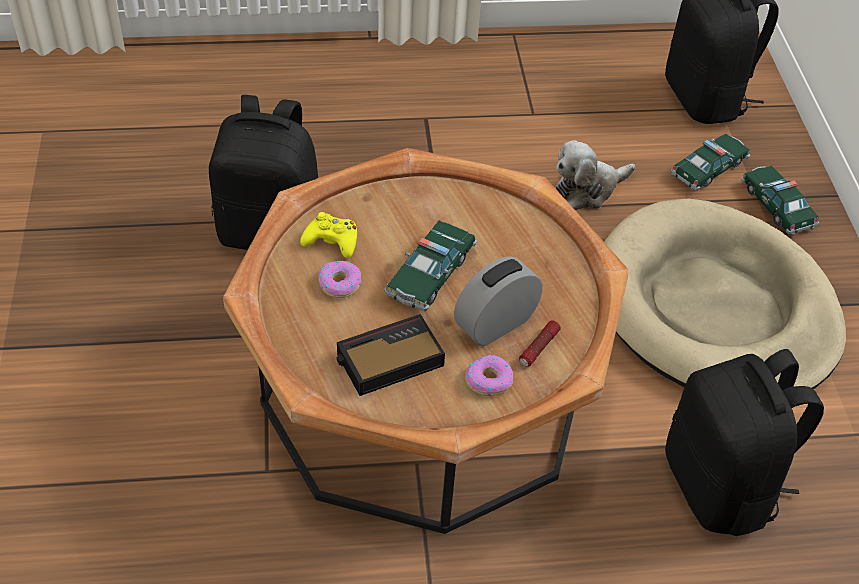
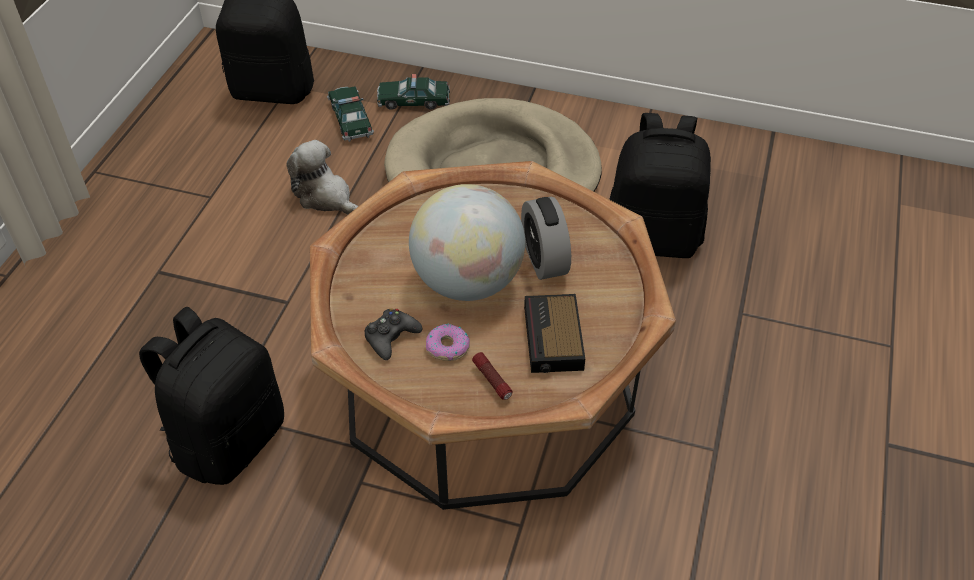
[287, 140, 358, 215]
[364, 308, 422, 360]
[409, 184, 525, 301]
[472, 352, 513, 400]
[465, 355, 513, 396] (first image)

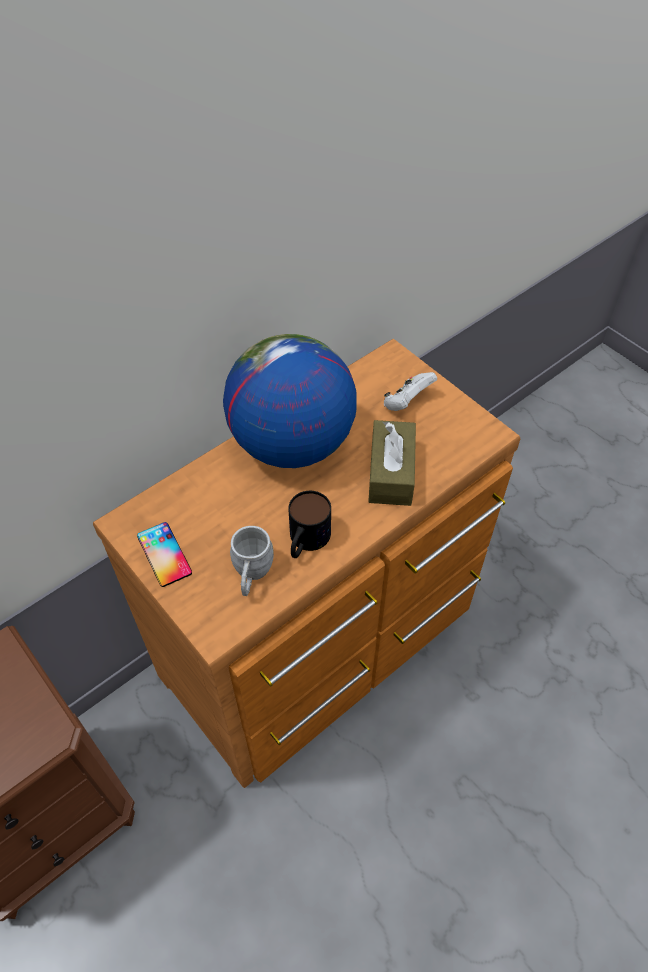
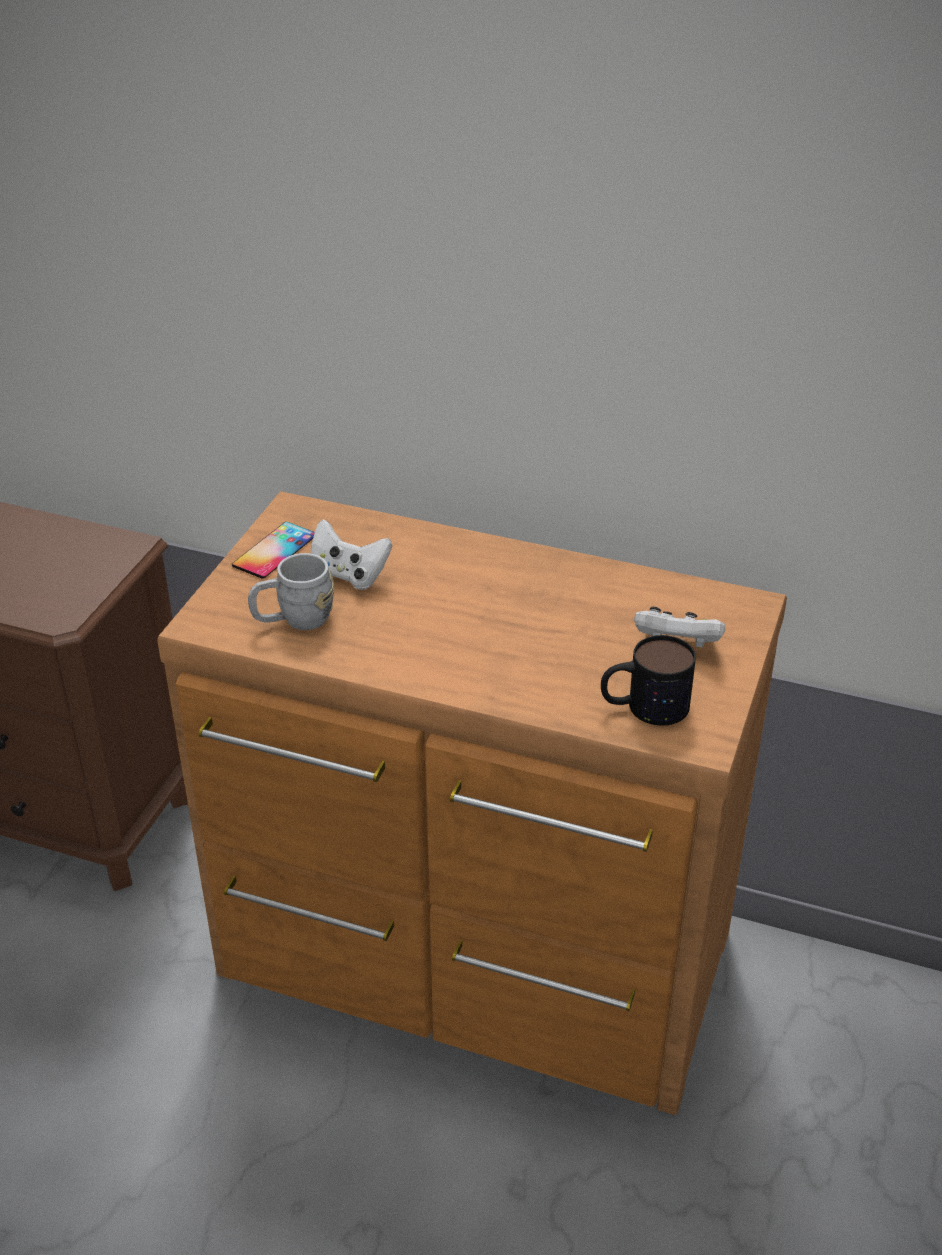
[311, 519, 392, 590]
[601, 635, 696, 726]
[223, 334, 357, 468] (first image)
[368, 420, 416, 506] (first image)

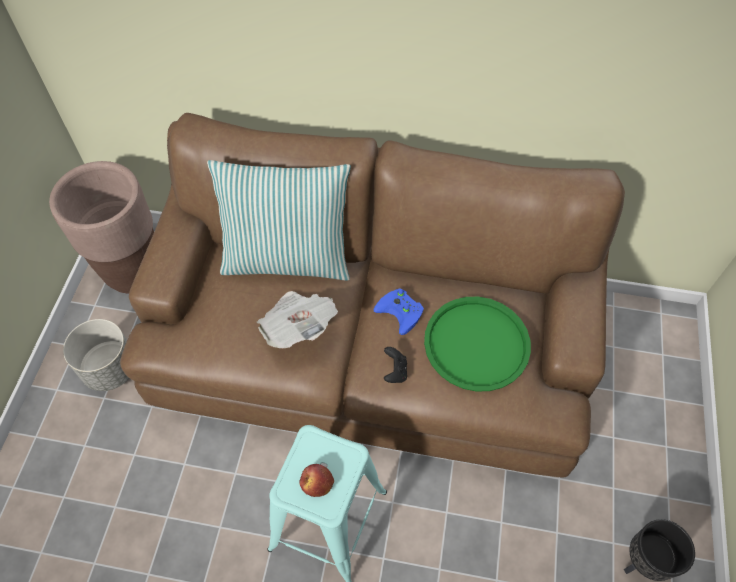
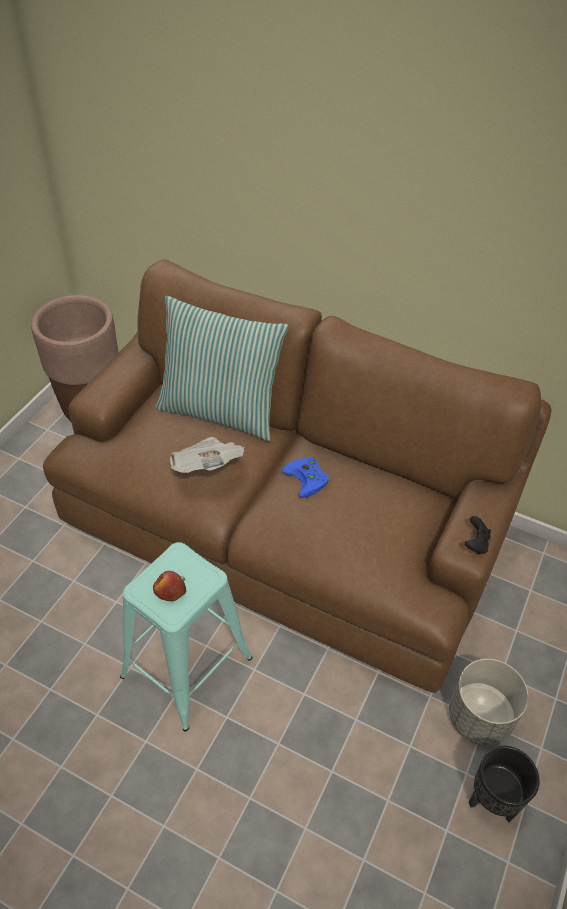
[449, 659, 529, 746]
[465, 516, 491, 554]
[424, 297, 531, 392] (first image)

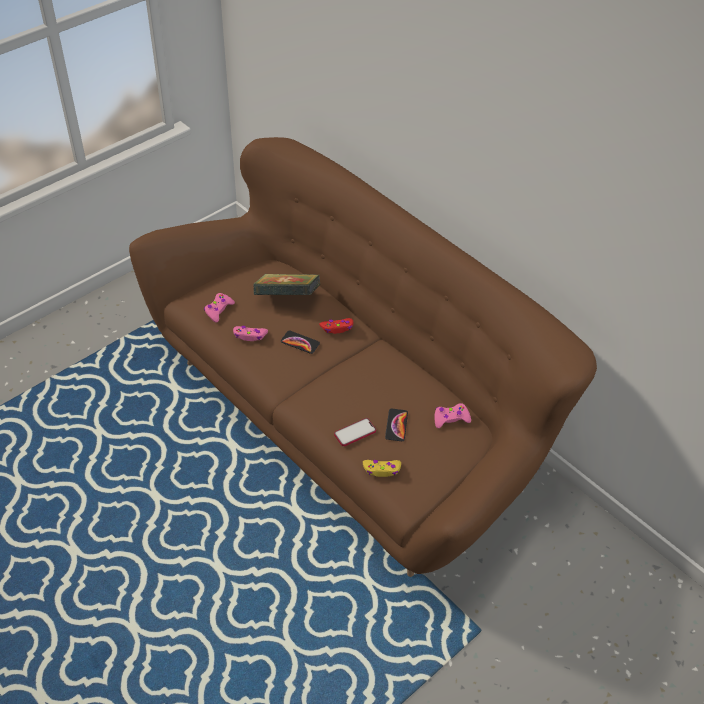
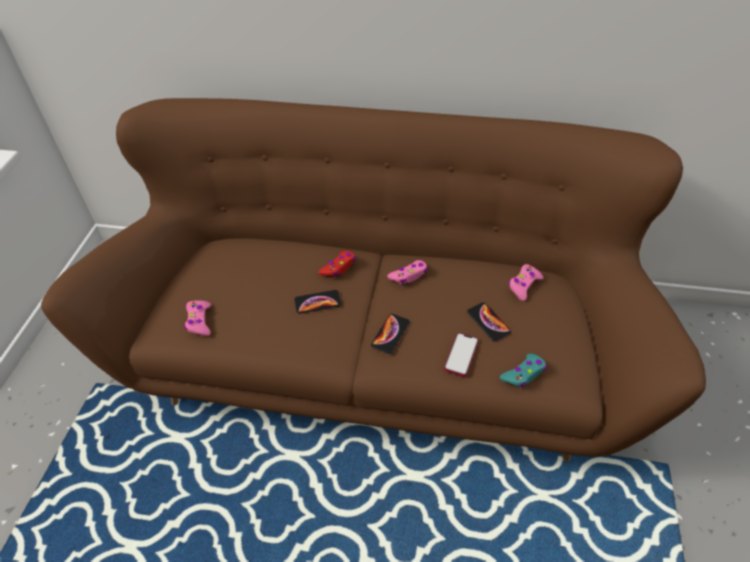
[371, 314, 410, 354]
[387, 260, 428, 284]
[500, 354, 547, 387]
[253, 274, 320, 295] (first image)

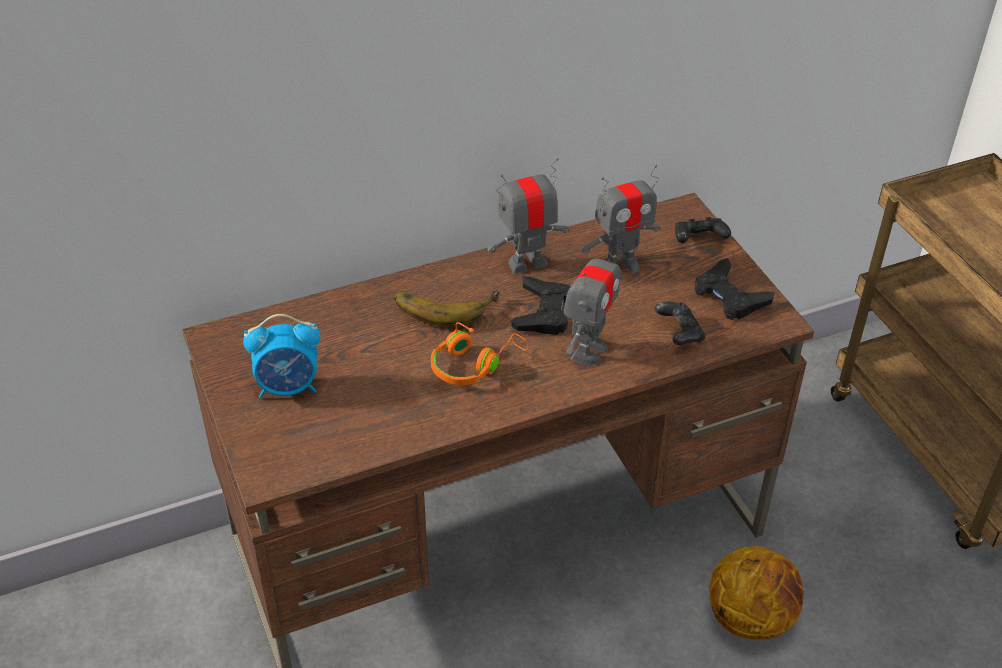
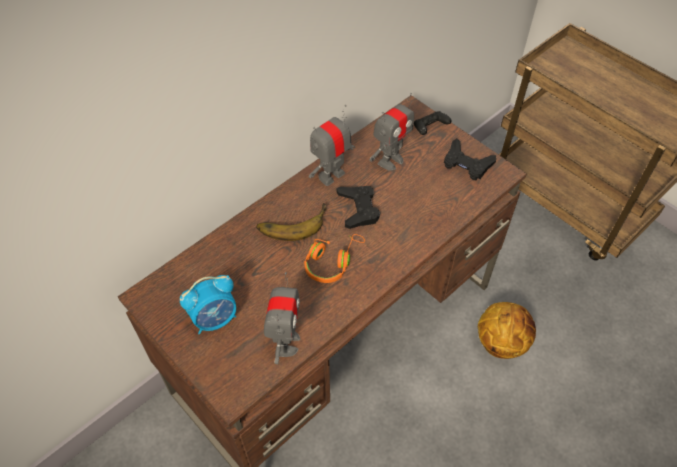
[264, 272, 300, 364]
[654, 302, 706, 345] (first image)

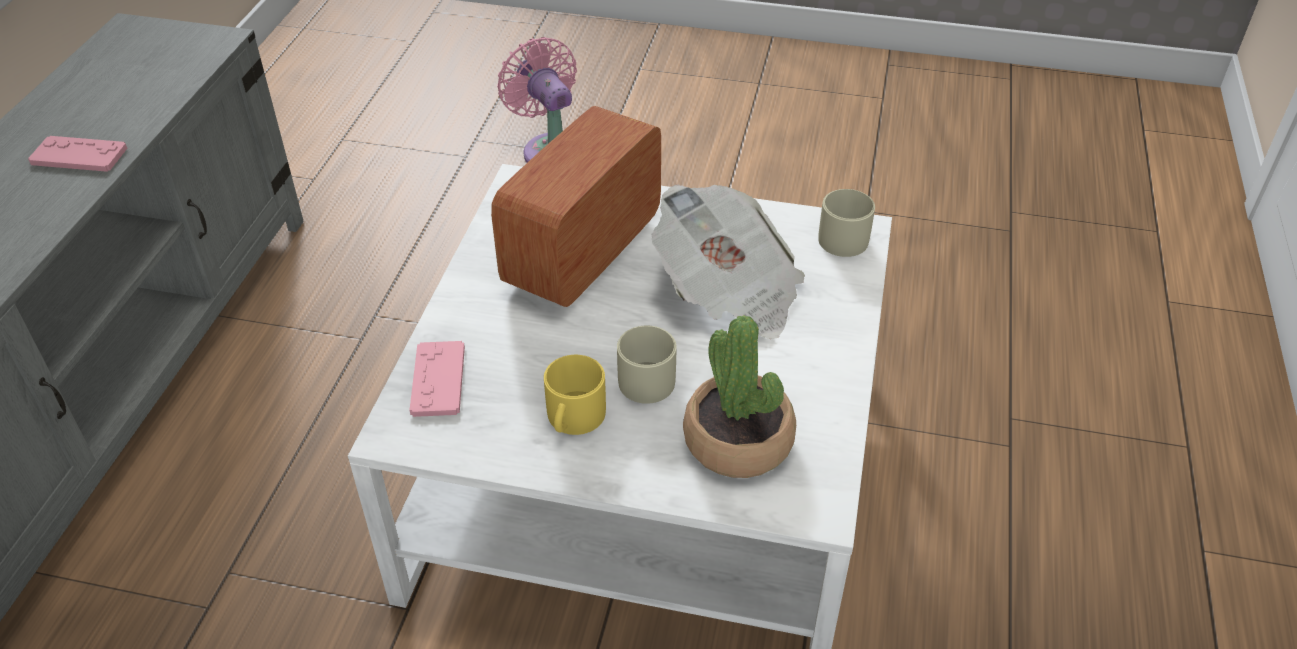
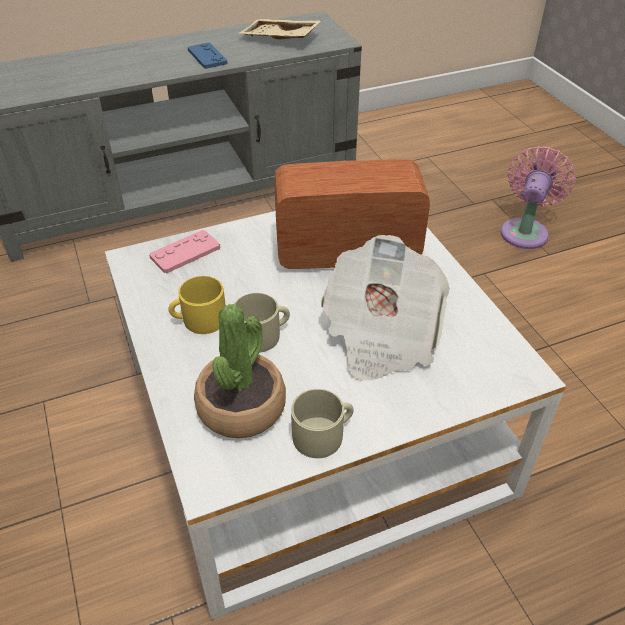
[188, 42, 228, 69]
[239, 19, 321, 39]
[291, 389, 354, 458]

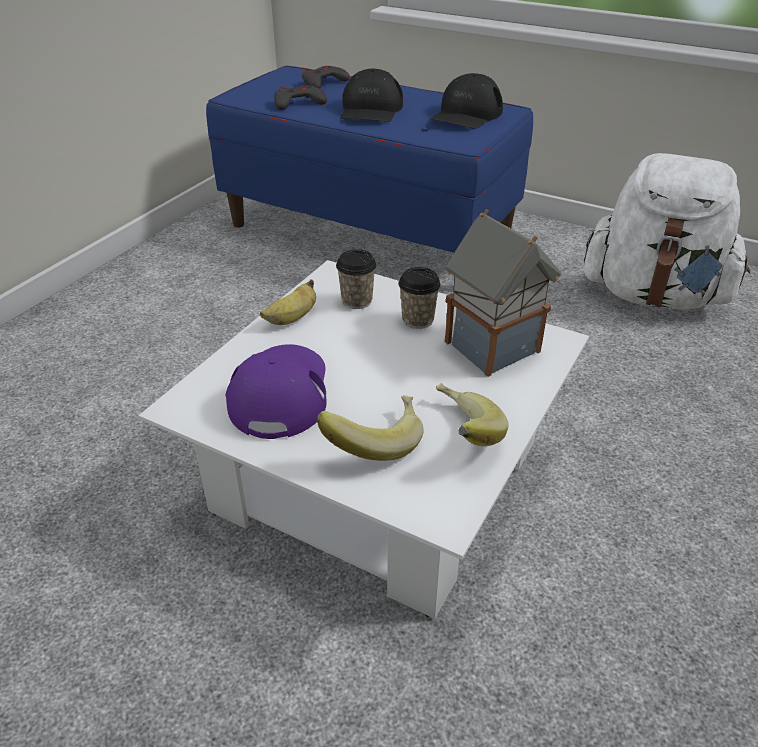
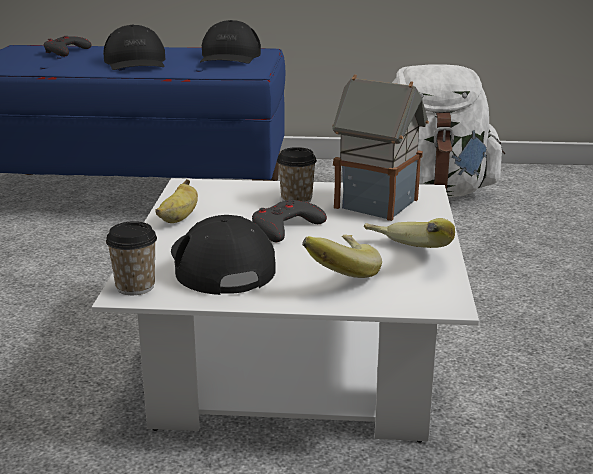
[106, 221, 157, 295]
[171, 215, 276, 295]
[252, 200, 327, 242]

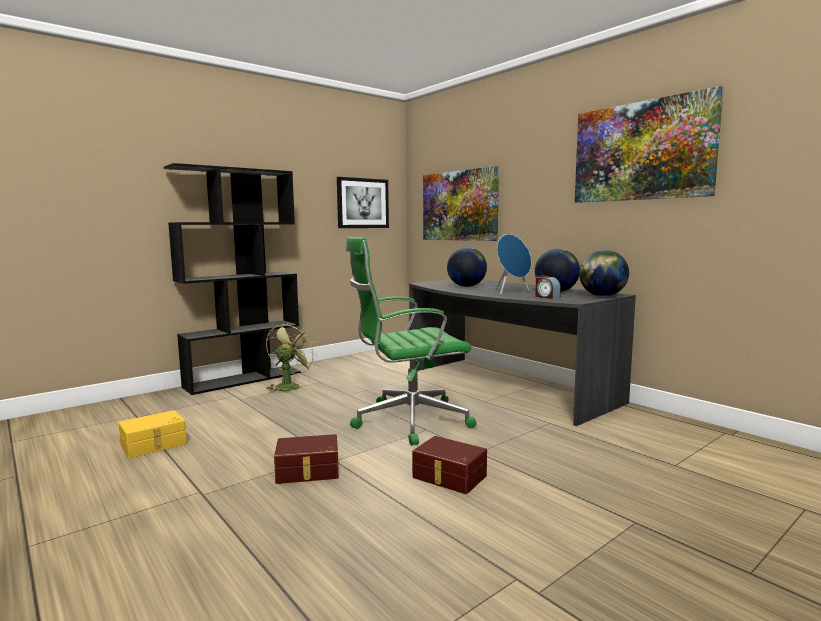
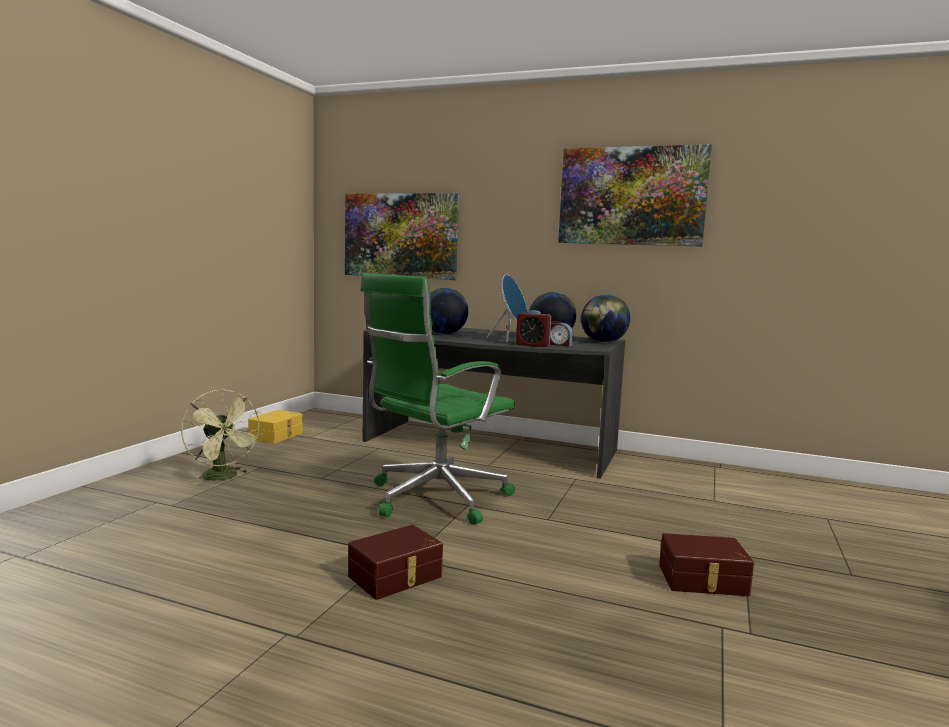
[181, 389, 262, 485]
[248, 410, 303, 444]
[516, 310, 551, 347]
[659, 533, 754, 596]
[164, 163, 301, 395] (first image)
[337, 177, 389, 228] (first image)

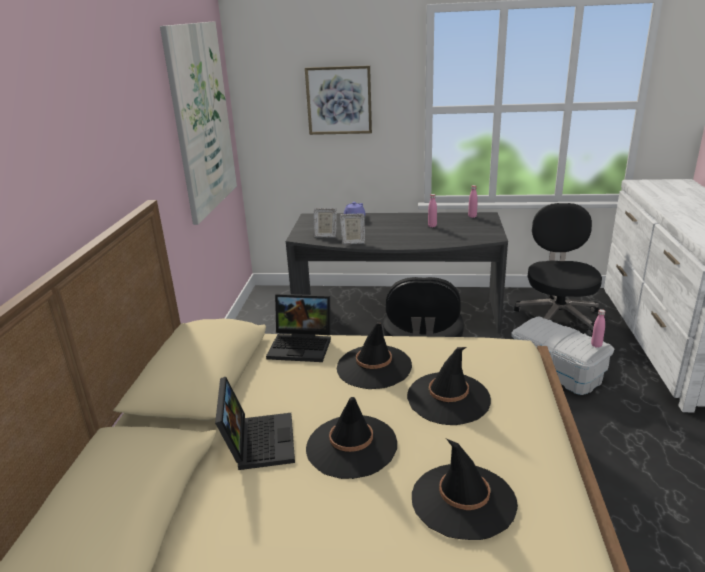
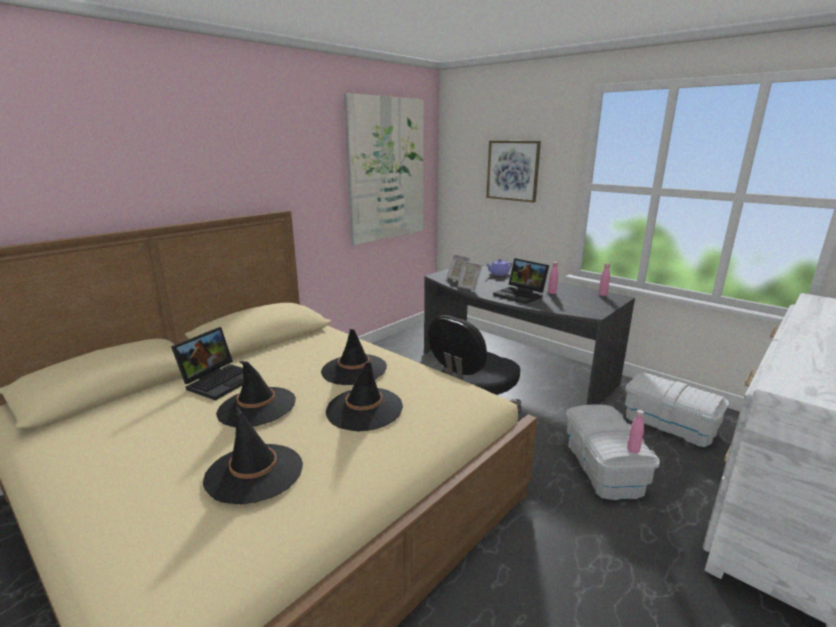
[493, 258, 549, 304]
[625, 372, 729, 447]

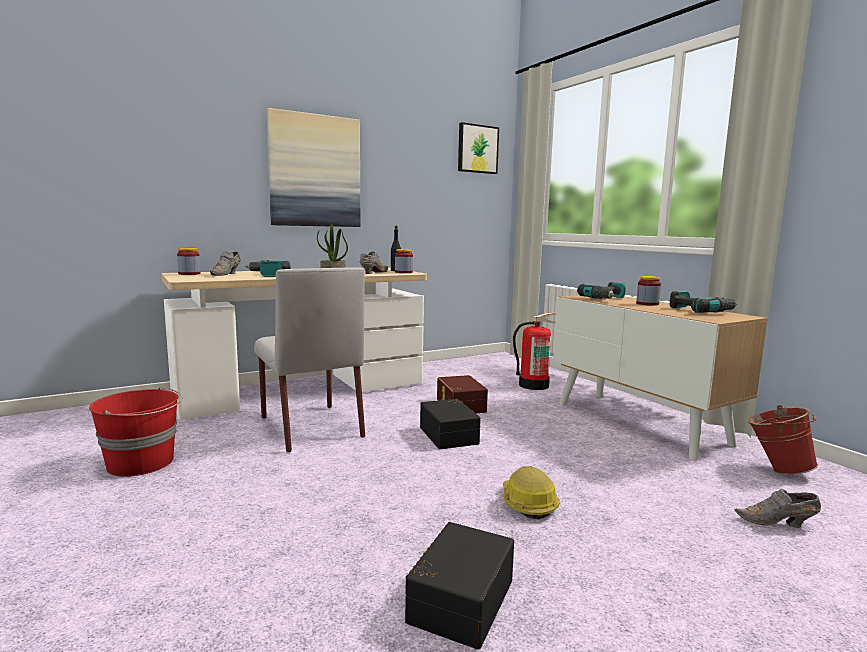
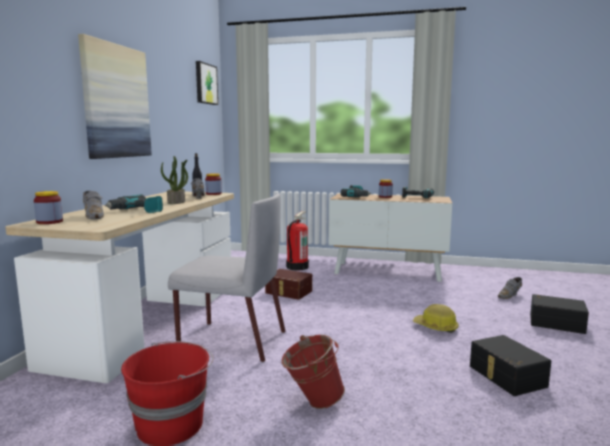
[282, 335, 345, 409]
[530, 294, 589, 334]

